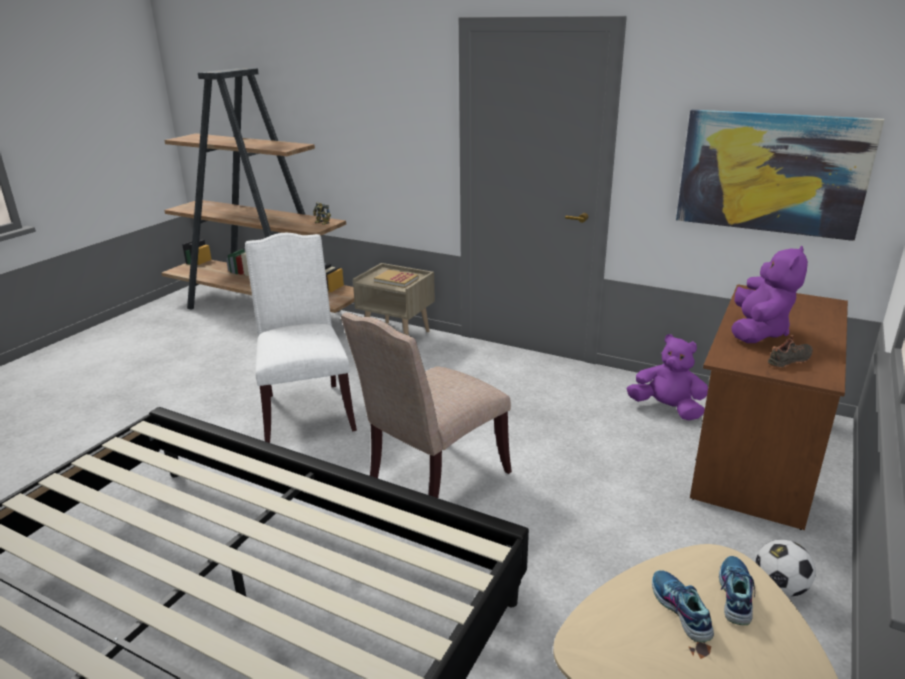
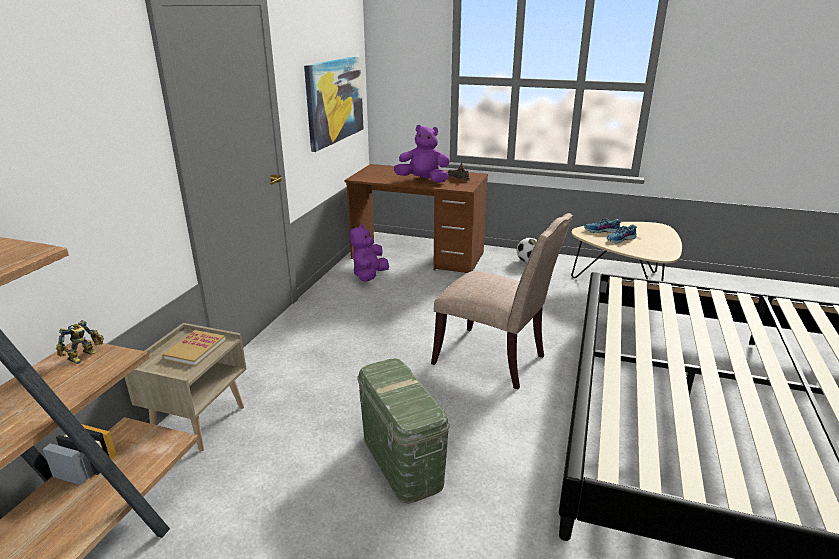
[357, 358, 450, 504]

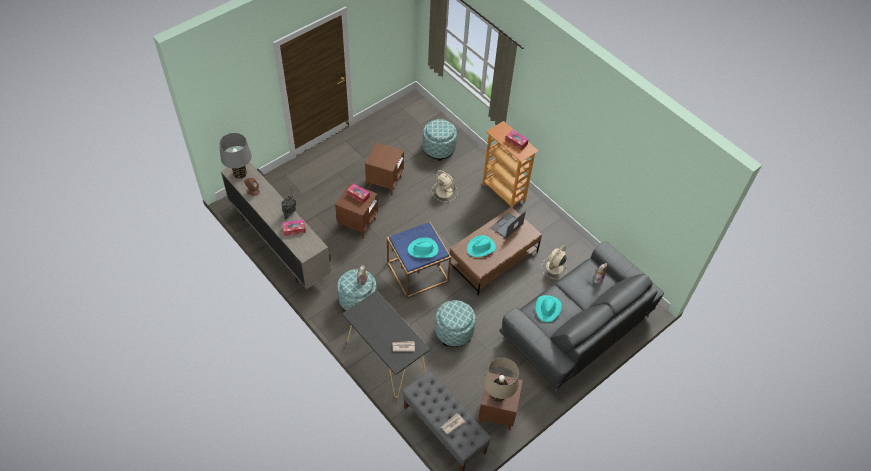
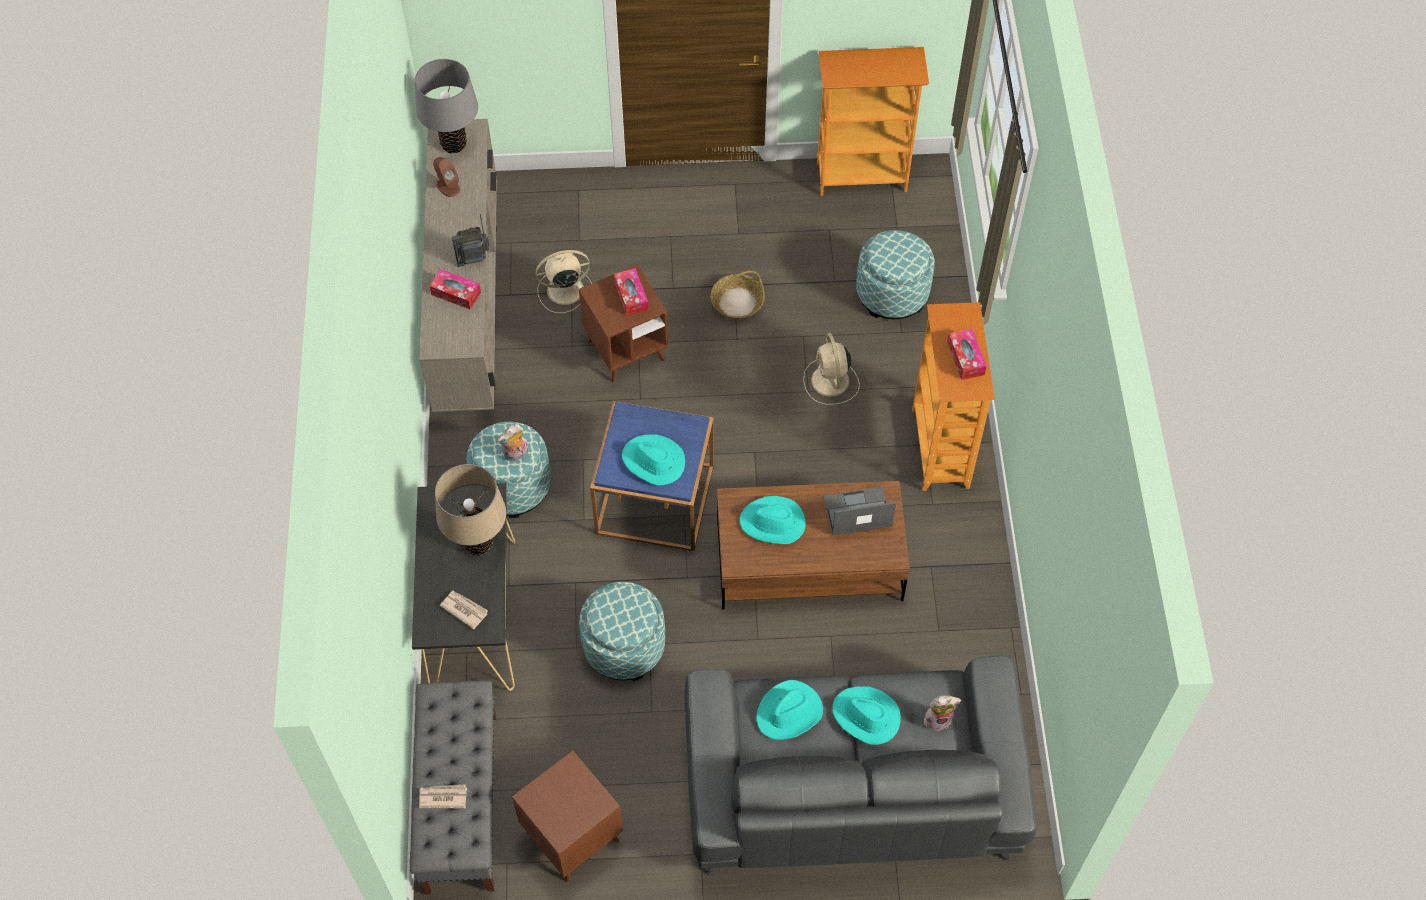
[435, 464, 506, 556]
[536, 250, 592, 313]
[711, 271, 765, 319]
[817, 47, 929, 196]
[832, 686, 901, 745]

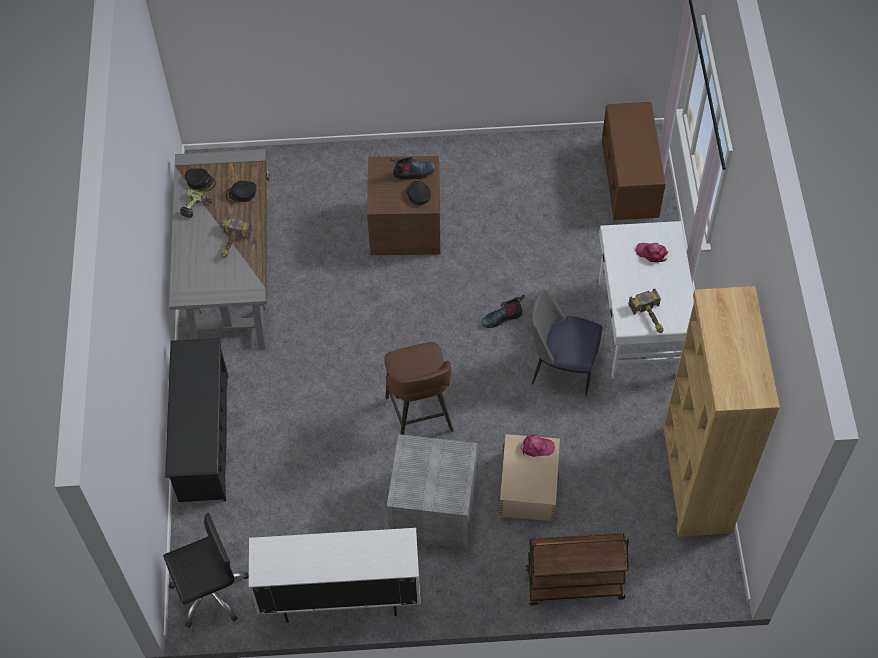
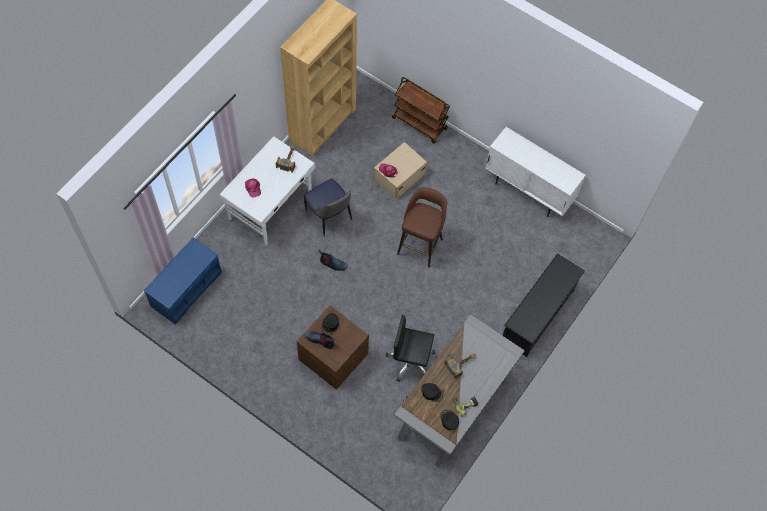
[144, 238, 222, 325]
[386, 315, 435, 382]
[387, 434, 477, 548] (first image)

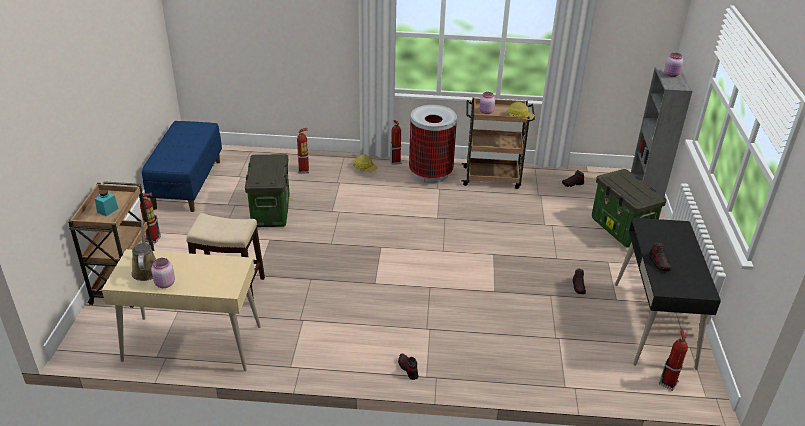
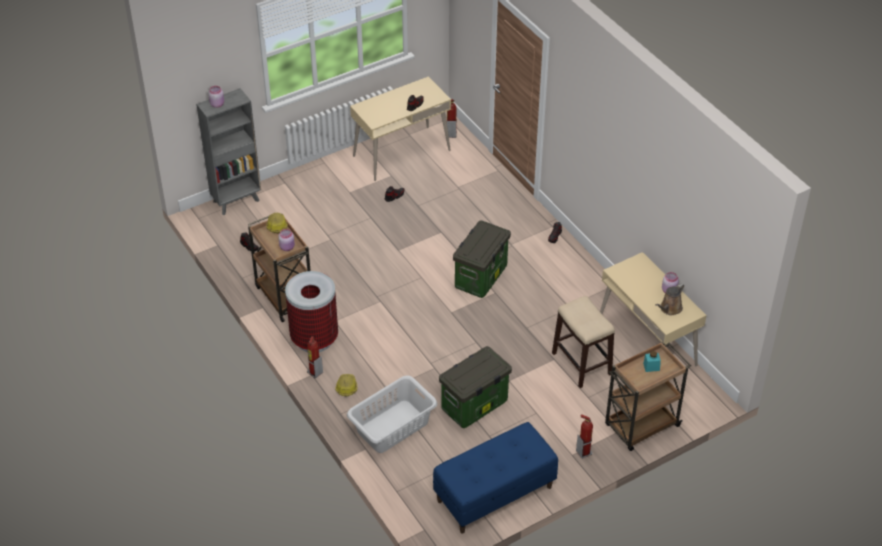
[347, 375, 437, 453]
[350, 77, 451, 181]
[453, 220, 511, 298]

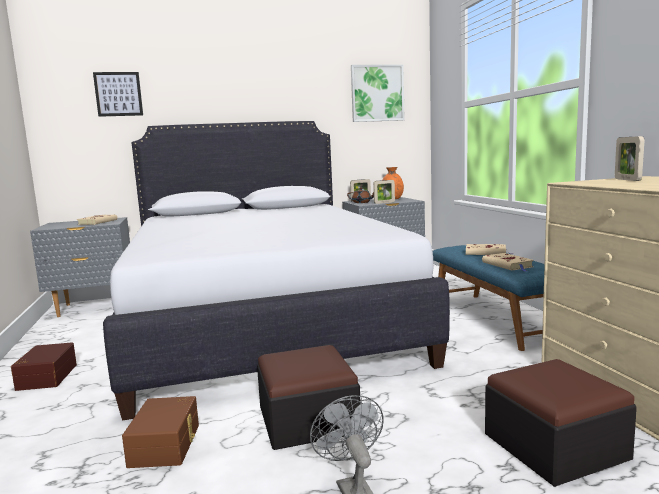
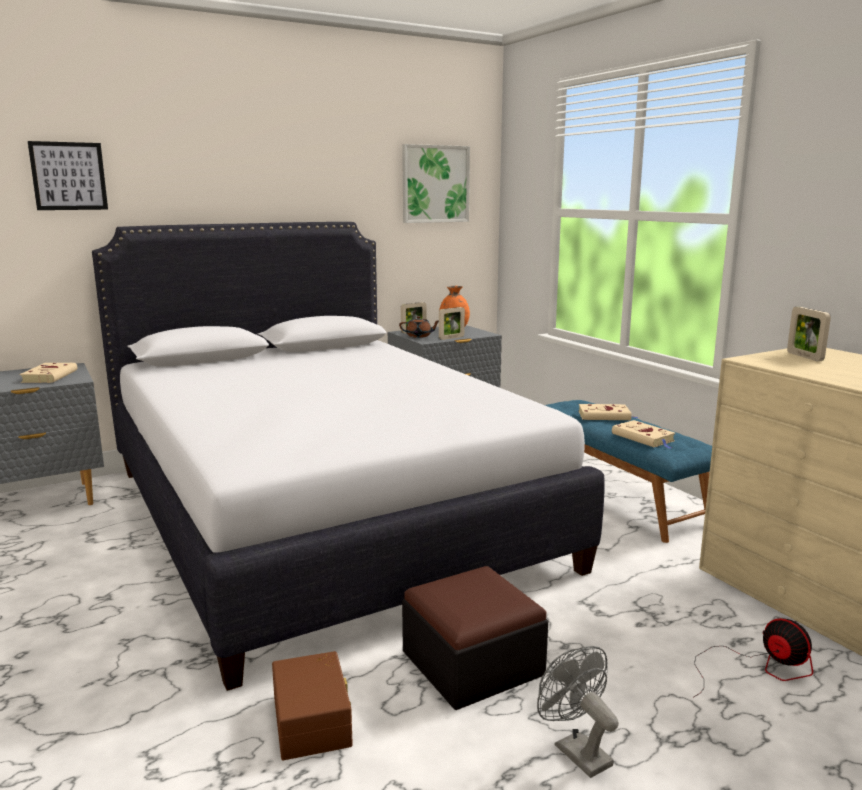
[693, 618, 813, 698]
[11, 342, 77, 391] (first image)

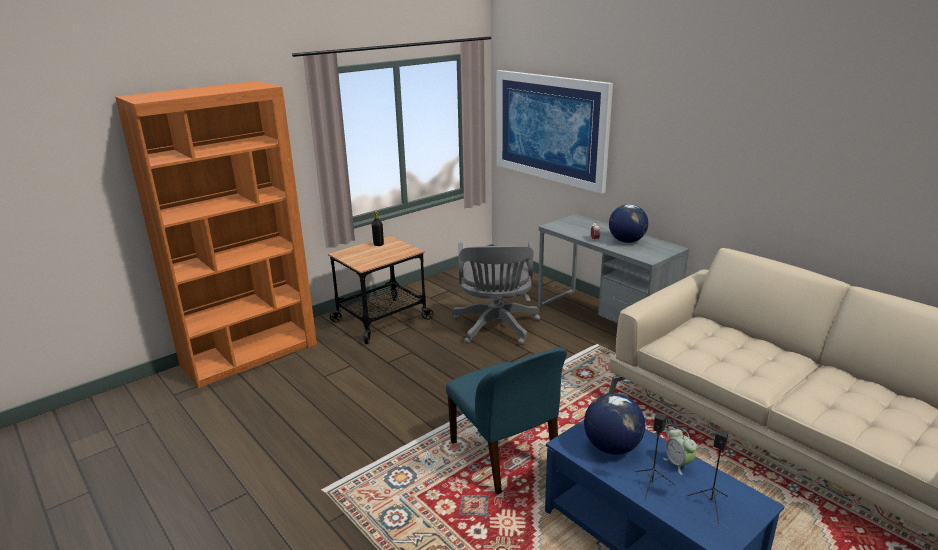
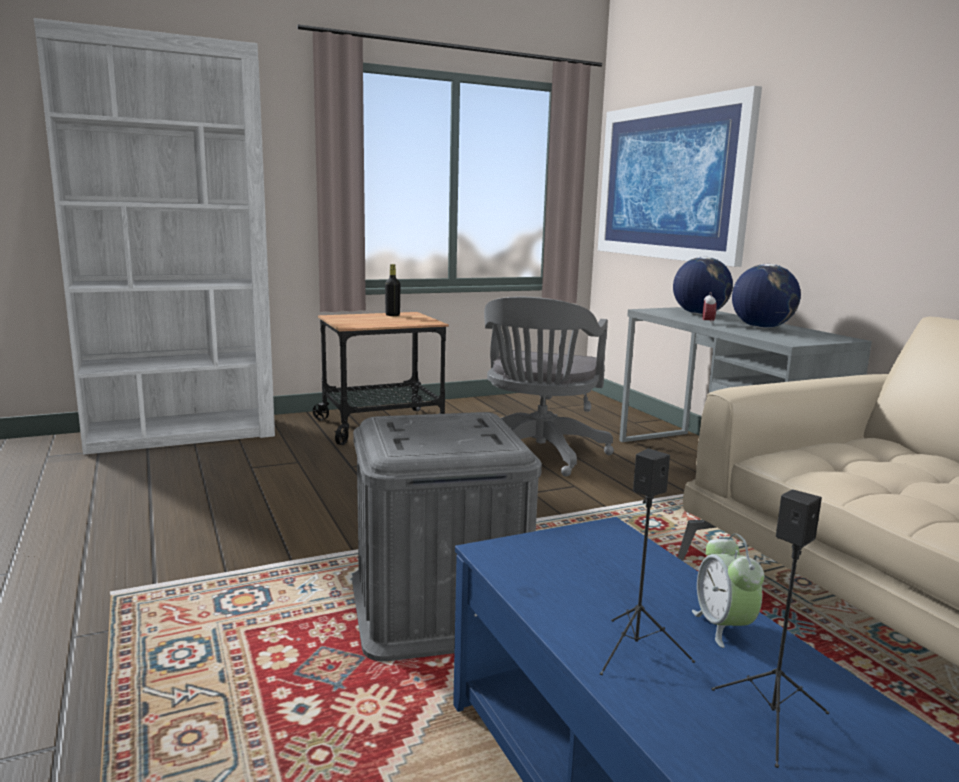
[34, 18, 275, 455]
[352, 412, 542, 661]
[673, 257, 733, 315]

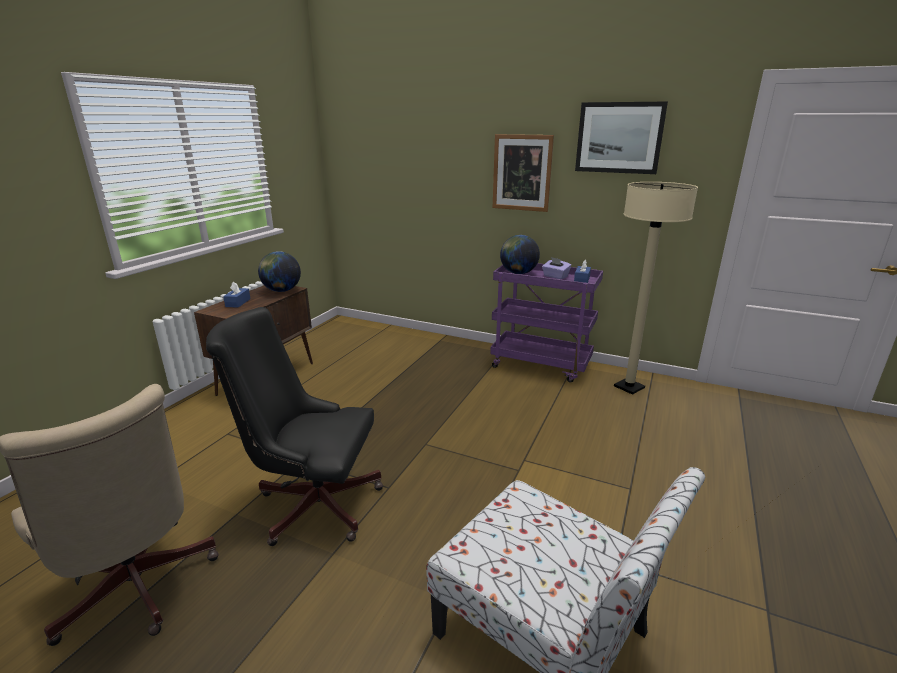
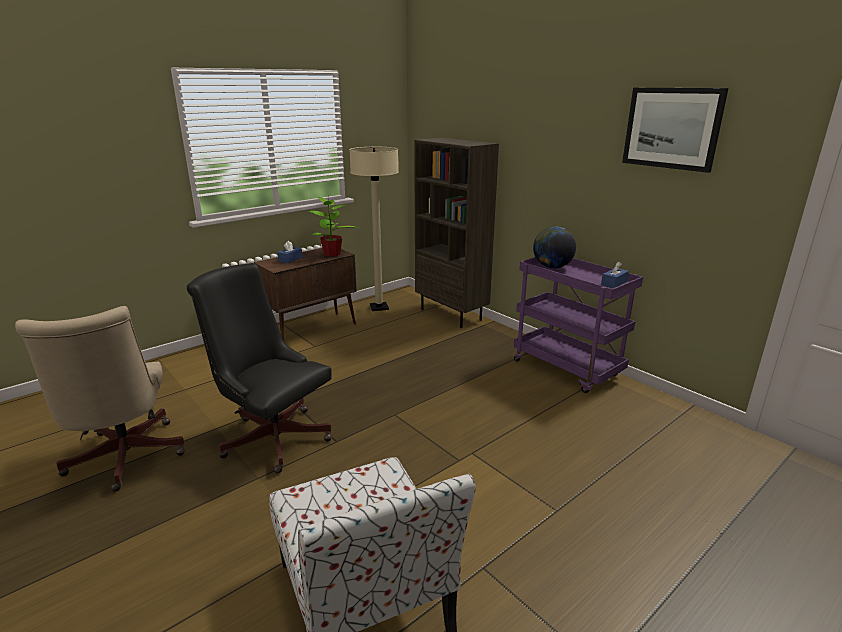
[308, 197, 358, 257]
[349, 147, 399, 311]
[414, 138, 499, 328]
[493, 134, 554, 212] (first image)
[542, 257, 571, 279] (first image)

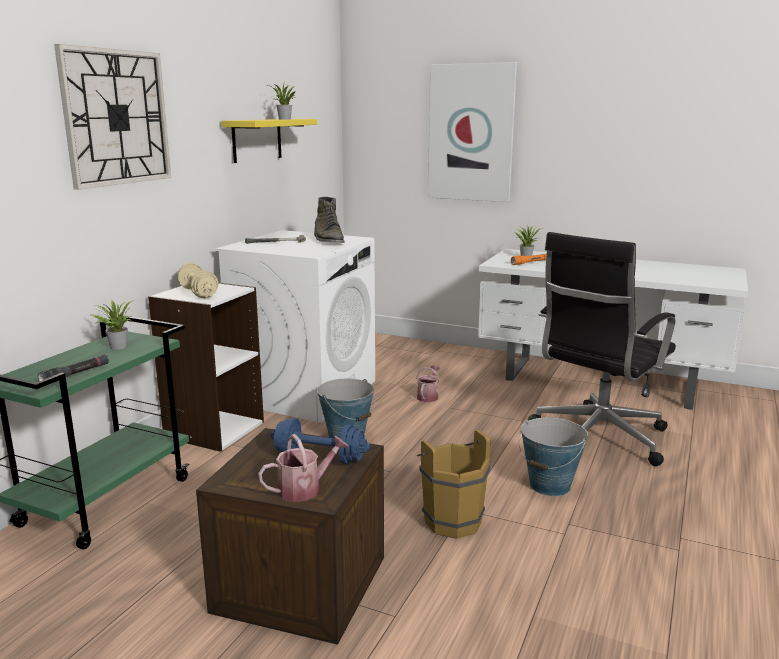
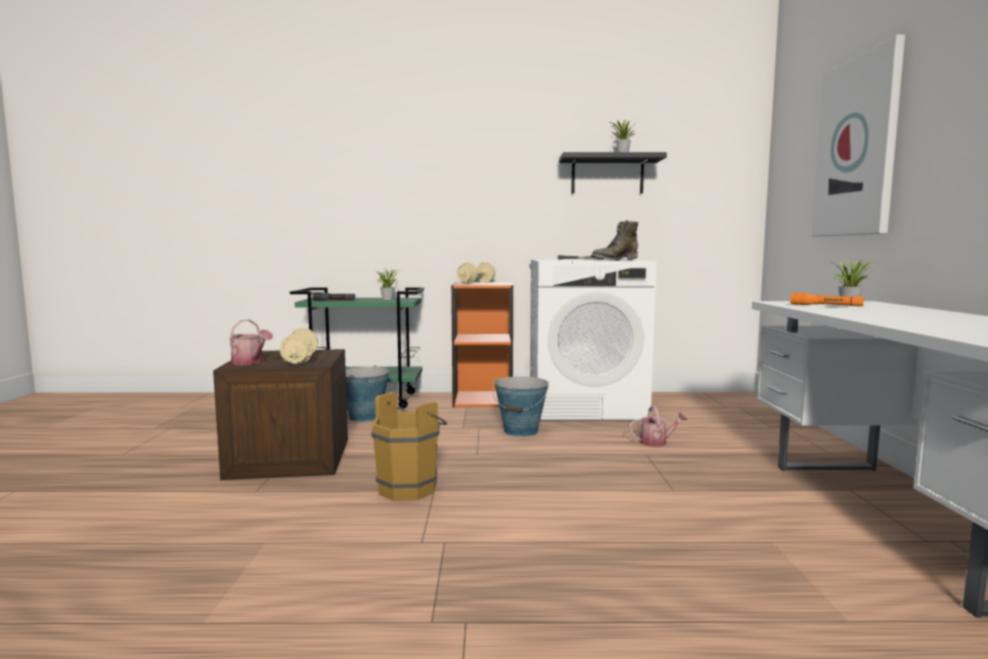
[280, 328, 318, 365]
[346, 365, 389, 422]
[451, 282, 513, 407]
[559, 152, 667, 193]
[54, 44, 171, 190] (first image)
[528, 232, 676, 466] (first image)

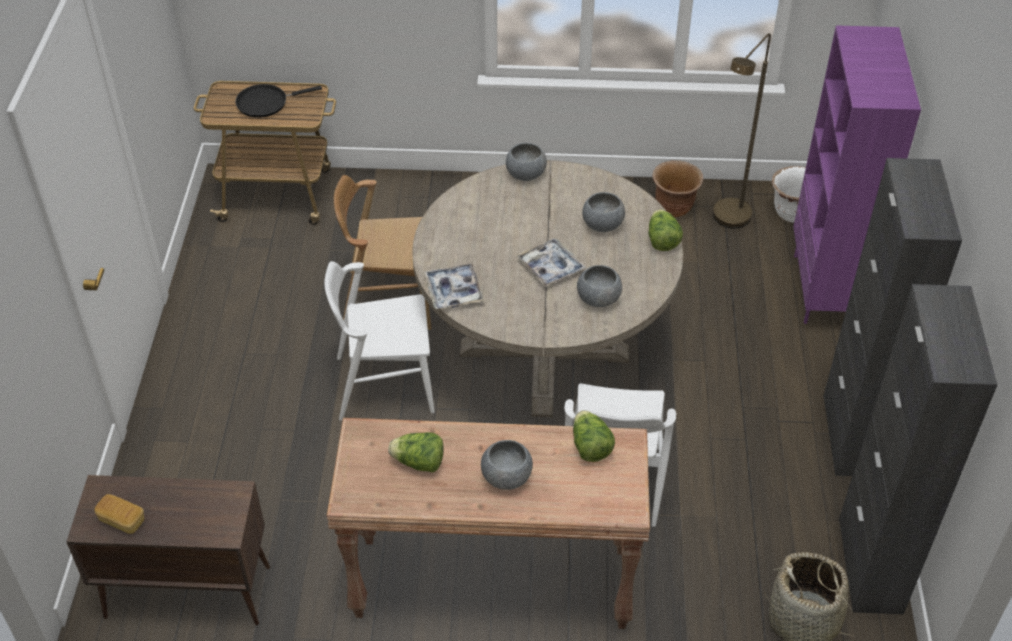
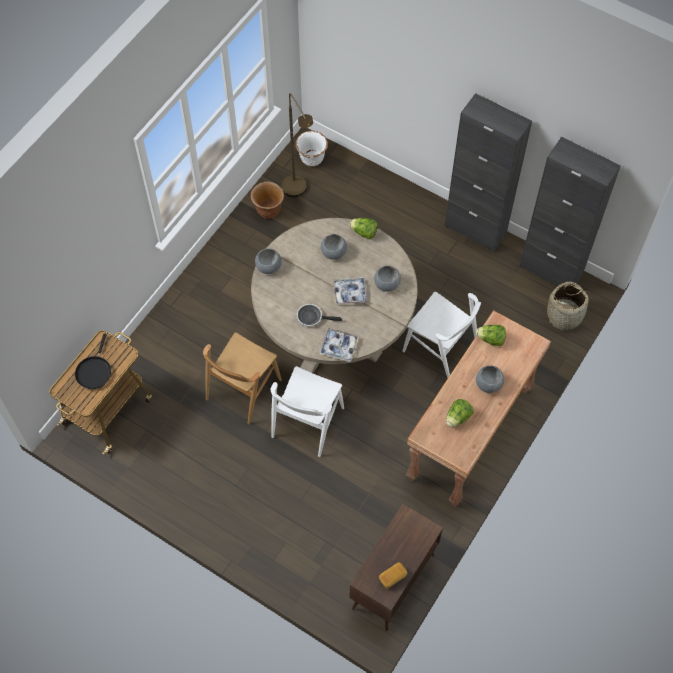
[297, 304, 342, 327]
[793, 25, 921, 324] (first image)

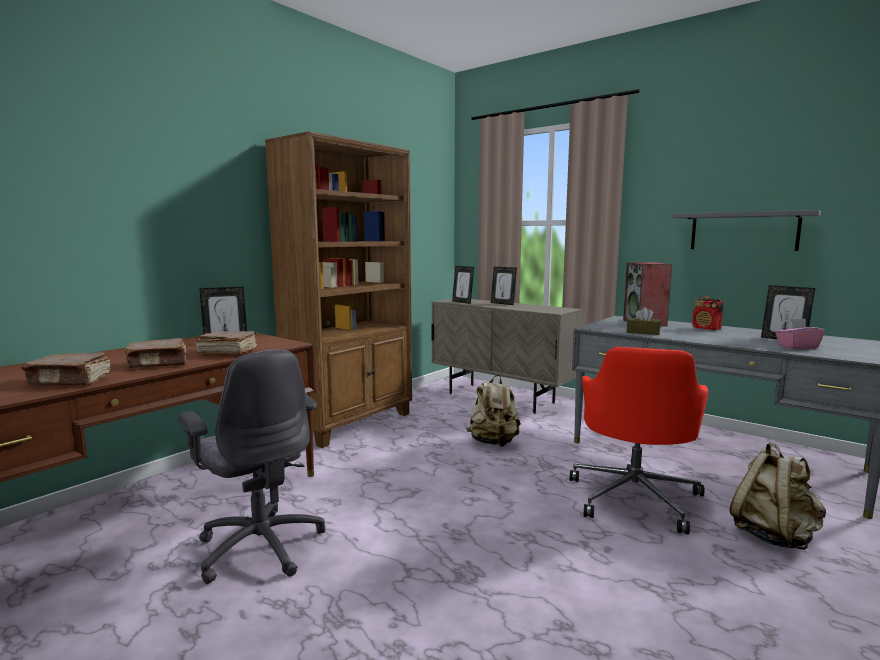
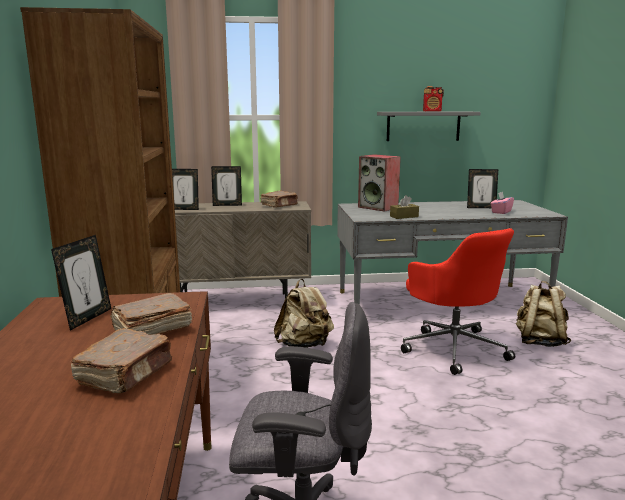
[260, 191, 298, 207]
[423, 86, 444, 112]

